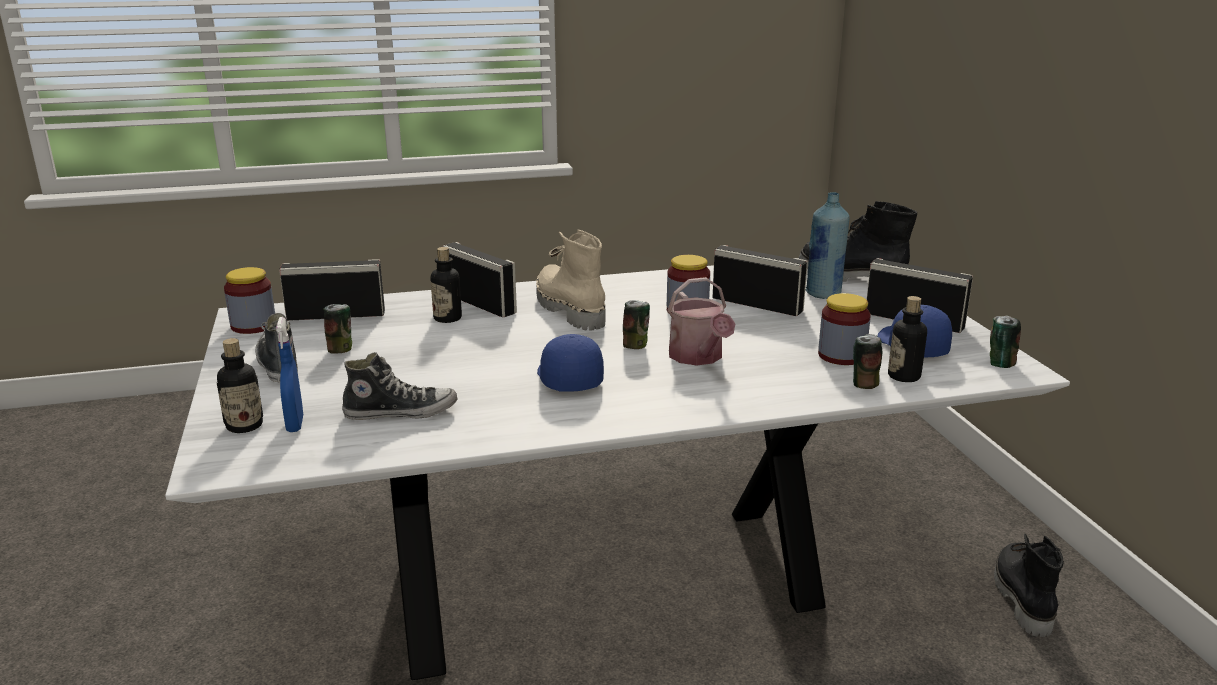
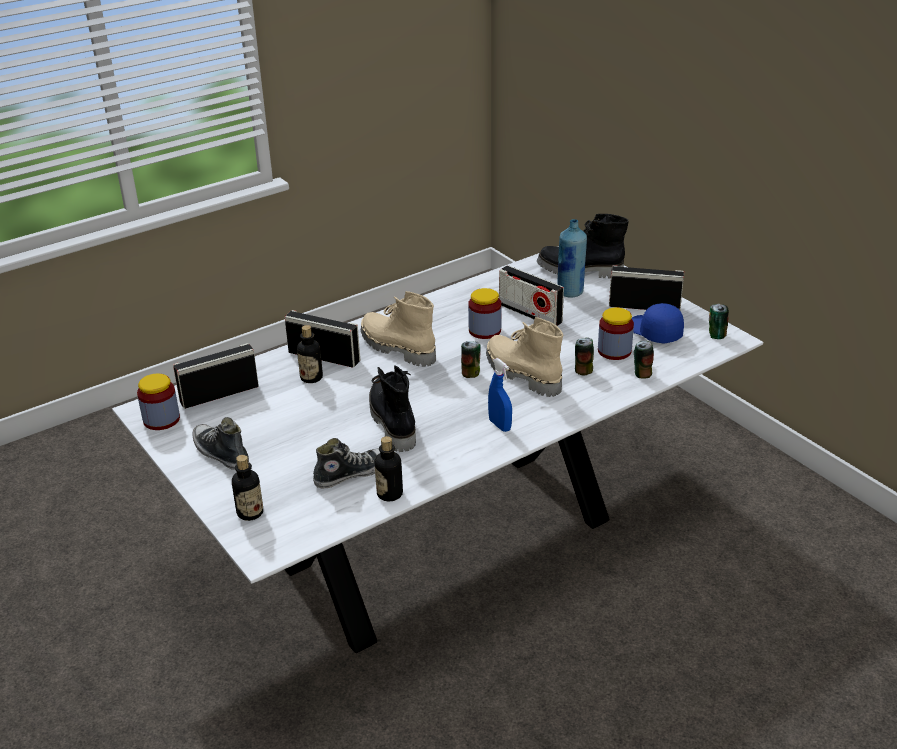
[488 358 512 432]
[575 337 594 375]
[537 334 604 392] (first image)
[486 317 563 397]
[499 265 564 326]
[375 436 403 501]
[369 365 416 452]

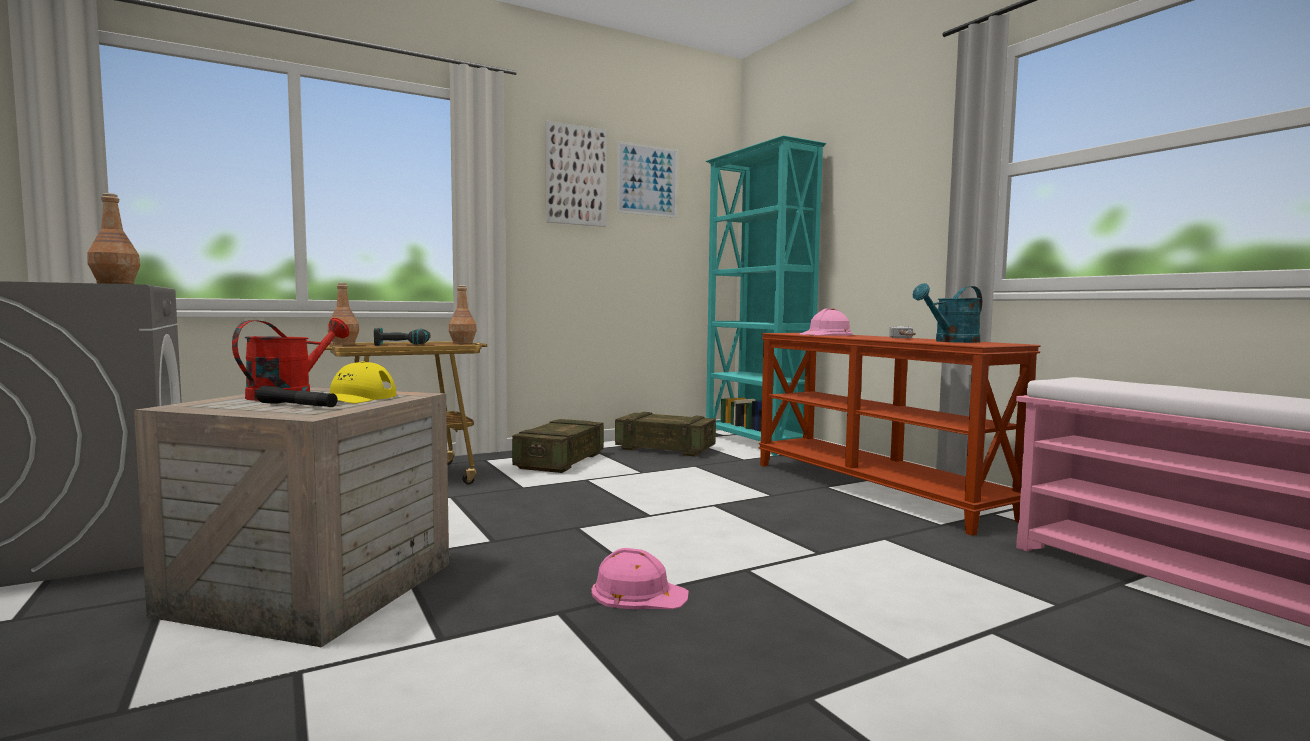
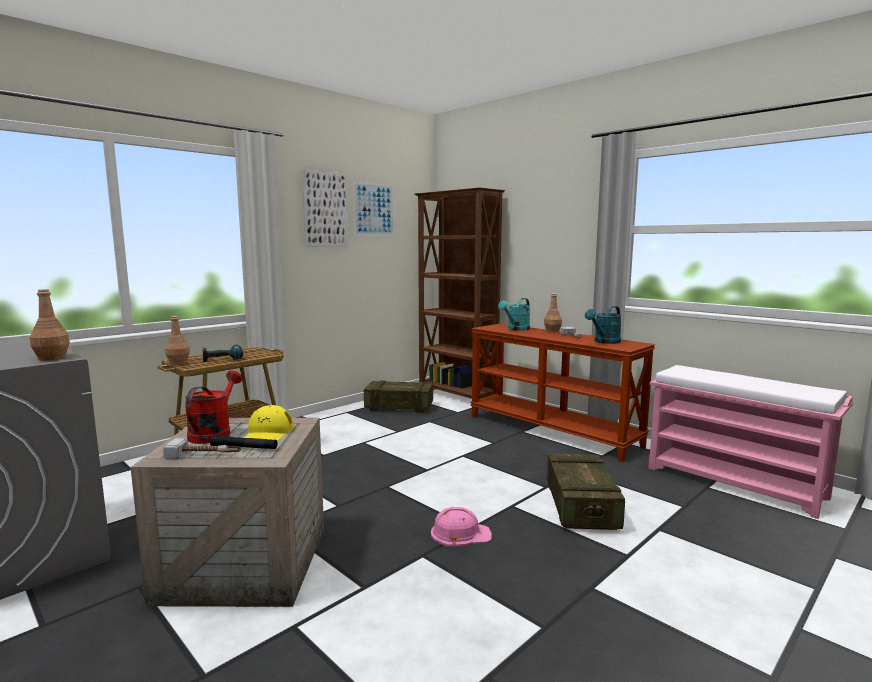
[544 293 562 332]
[547 454 625 530]
[415 187 505 399]
[498 298 530 331]
[163 438 241 459]

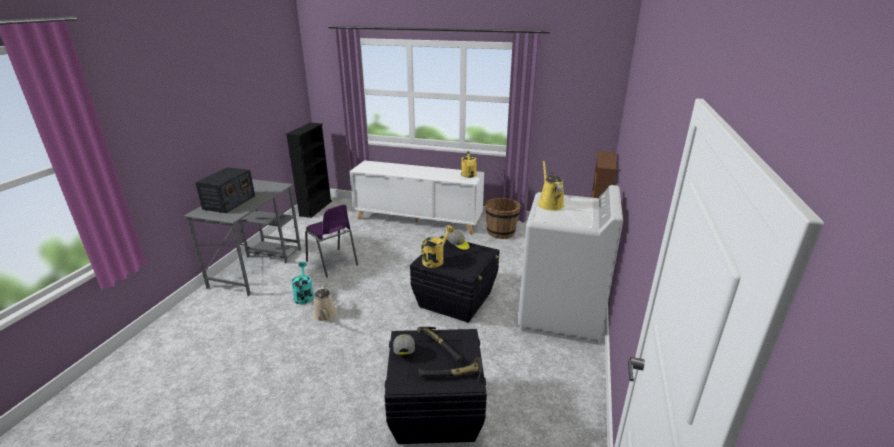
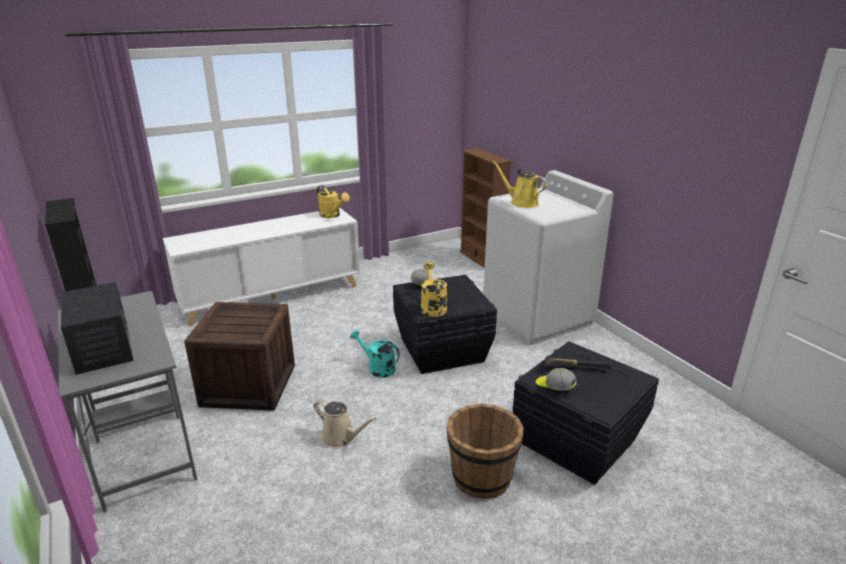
[350 330 400 378]
[184 302 295 411]
[419 357 482 380] (first image)
[446 403 523 499]

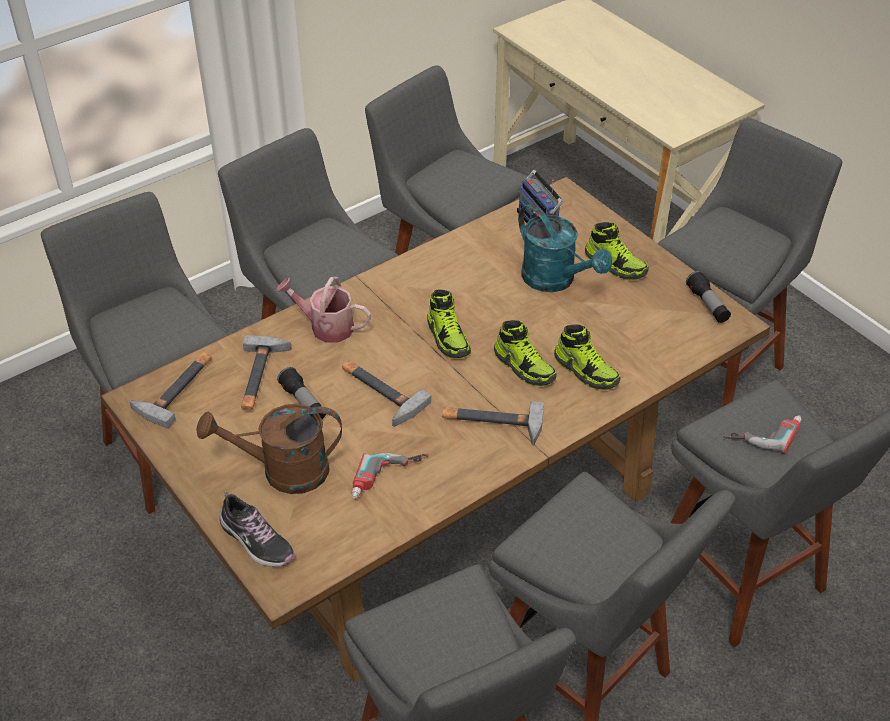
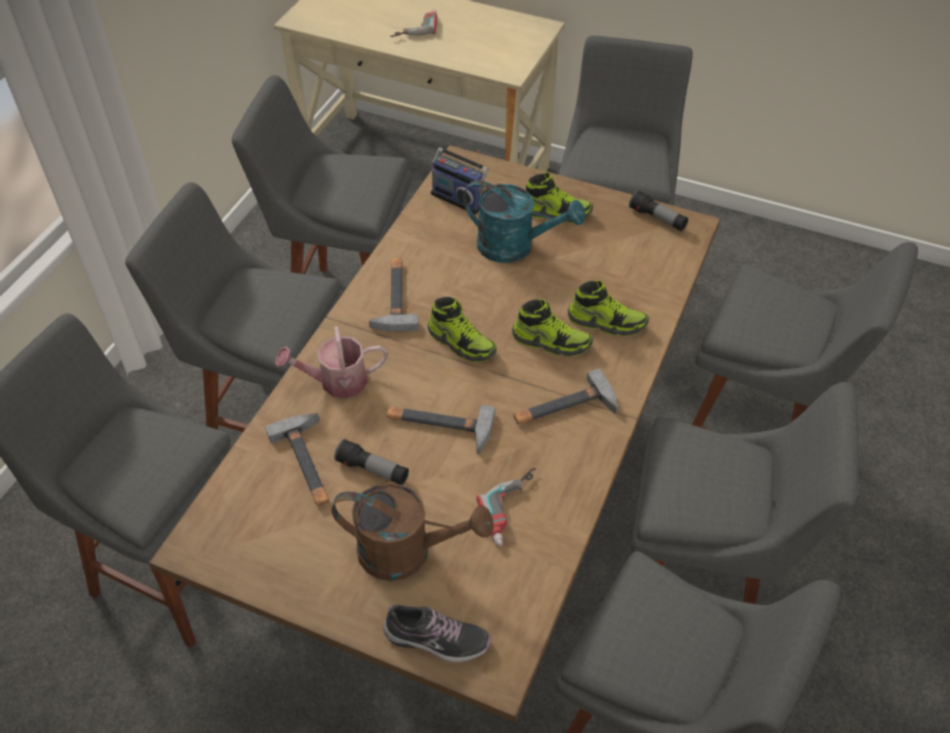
[369 258 419 332]
[332 483 493 581]
[390 10 438 37]

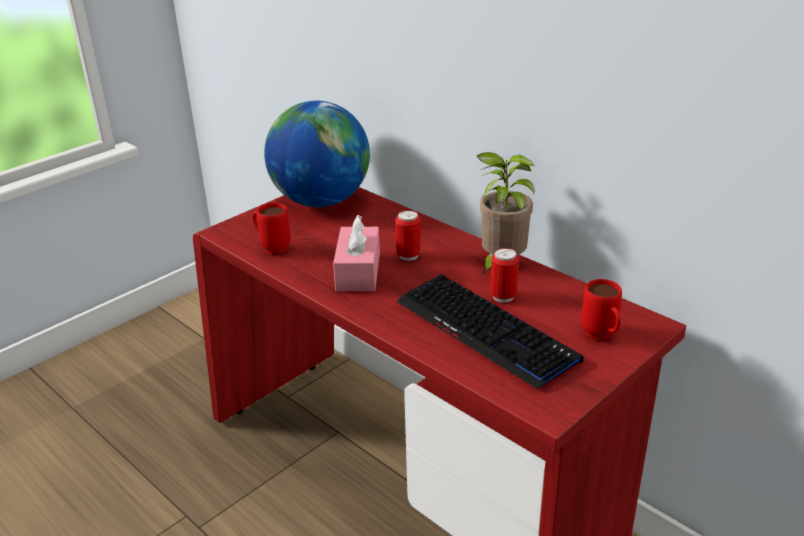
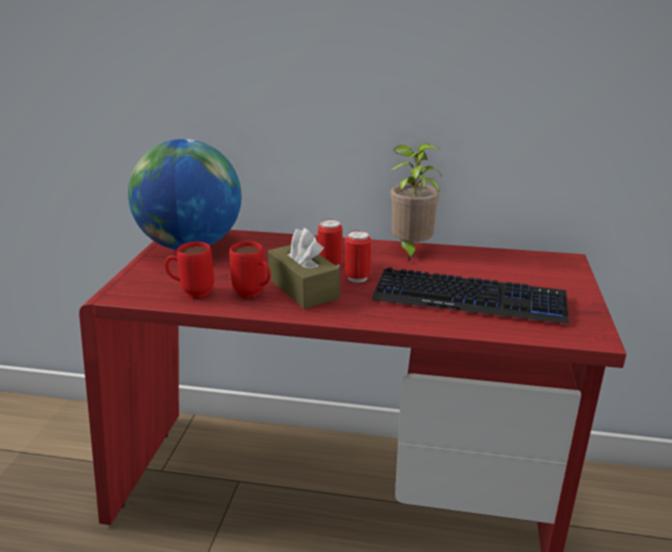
[268 228 340 309]
[345 230 371 283]
[229 241 271 298]

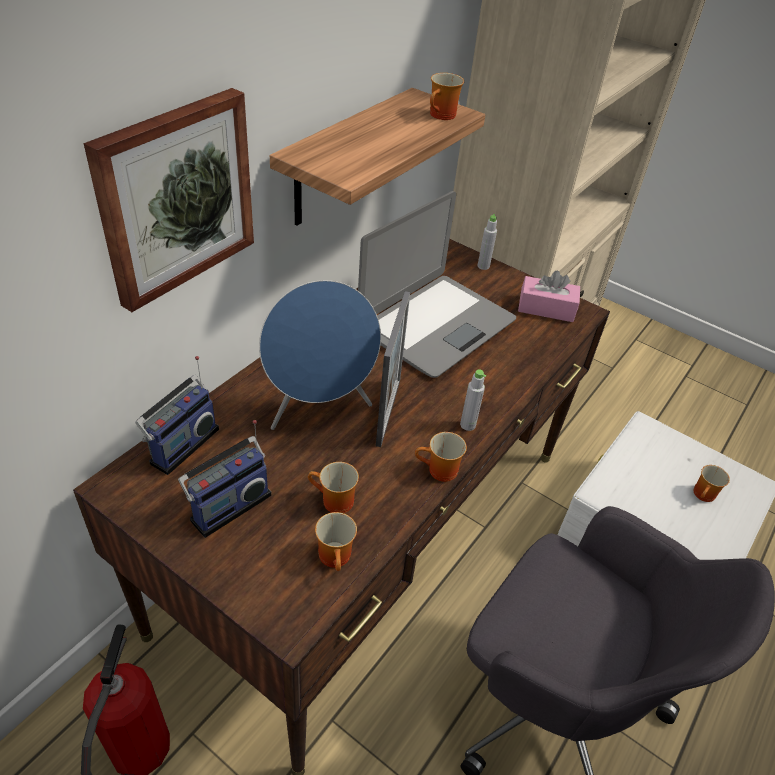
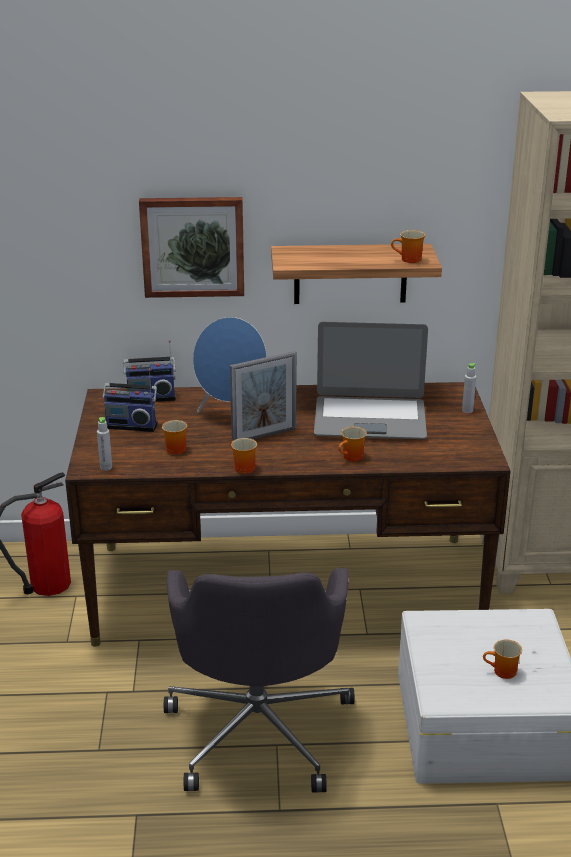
[338 426 367 461]
[97 417 112 471]
[518 270 580 322] (first image)

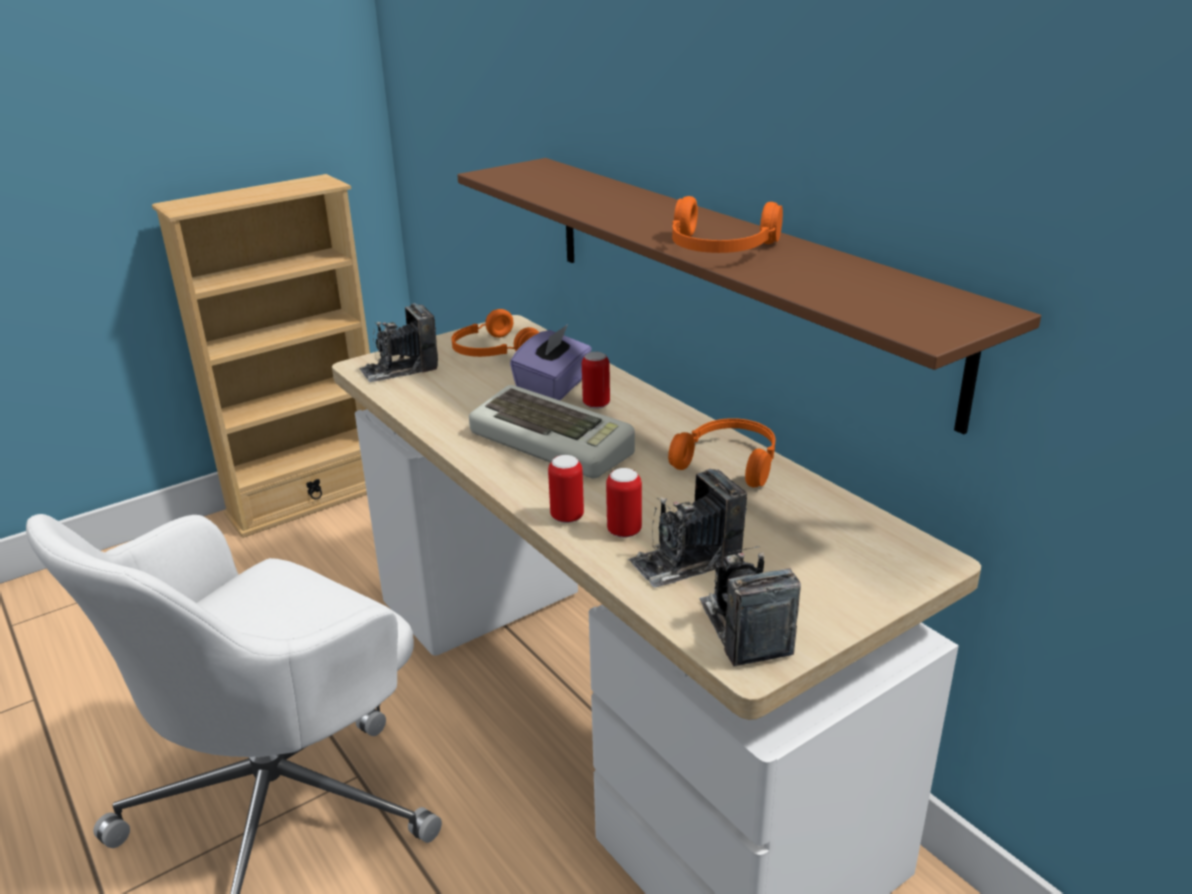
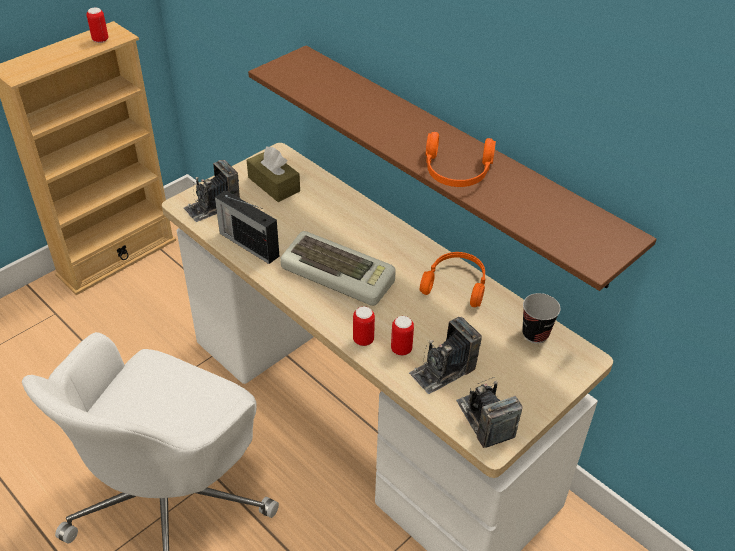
[247 146 300 202]
[510 324 592 400] (first image)
[87 8 108 43]
[215 190 279 264]
[522 293 561 343]

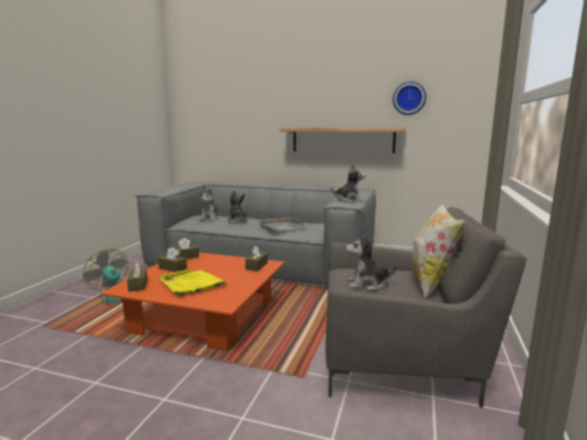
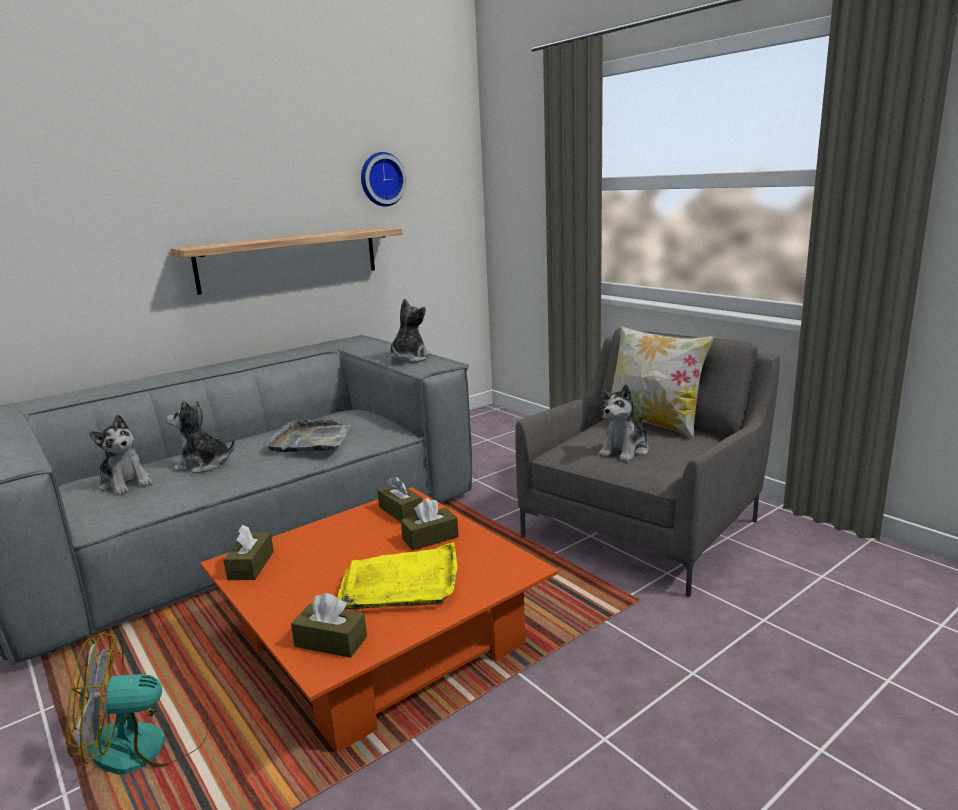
[401 498 459 551]

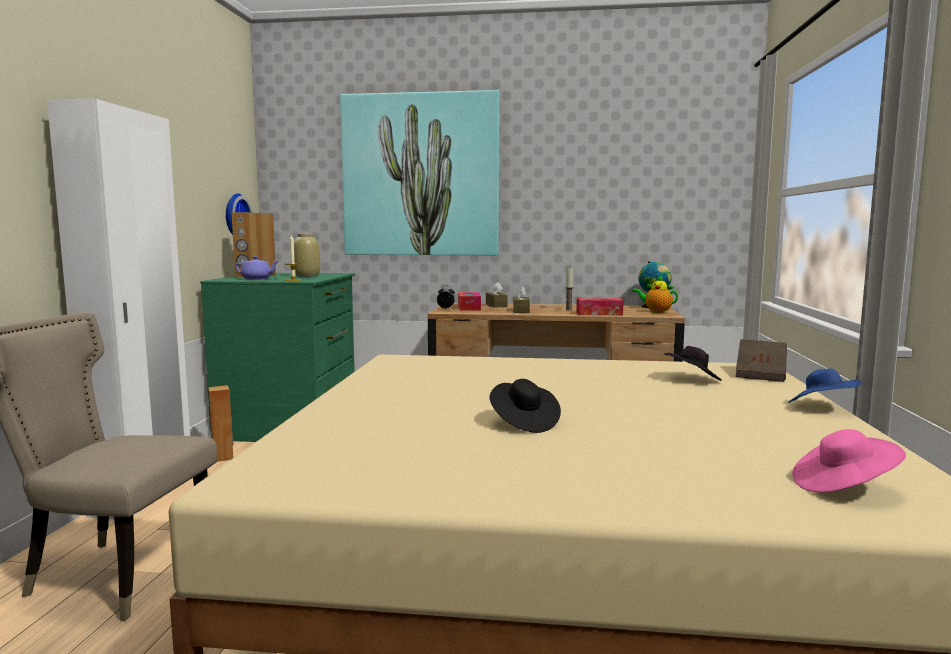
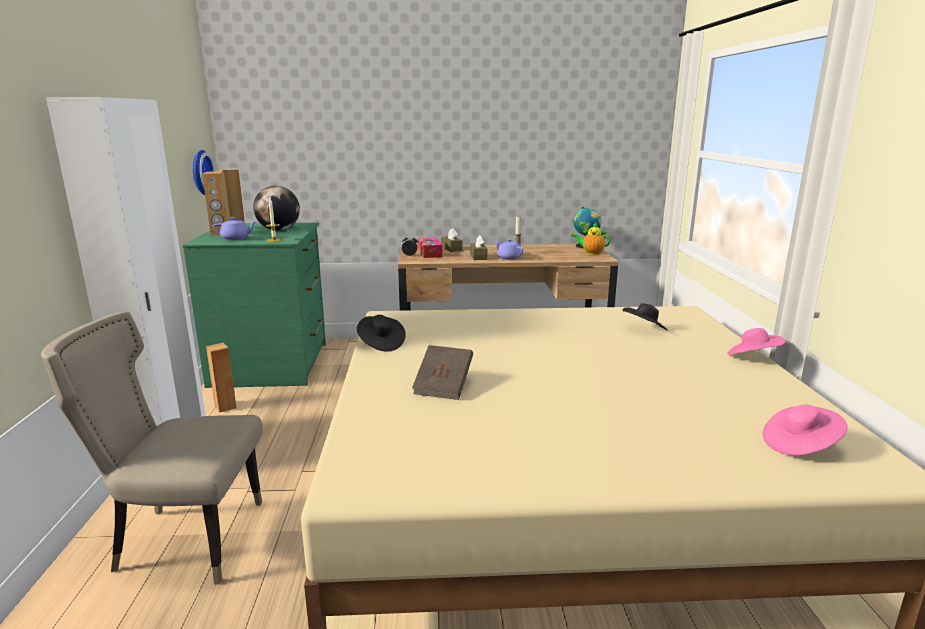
[253 186 300 231]
[340 90 500 256] (first image)
[357 315 406 352]
[576 298 623 315] (first image)
[412 345 473 400]
[727 328 785 355]
[495 239 524 260]

